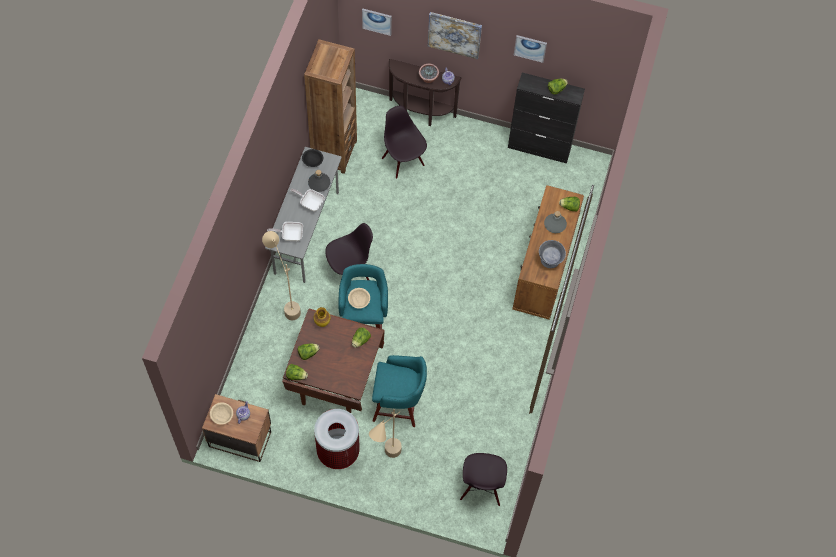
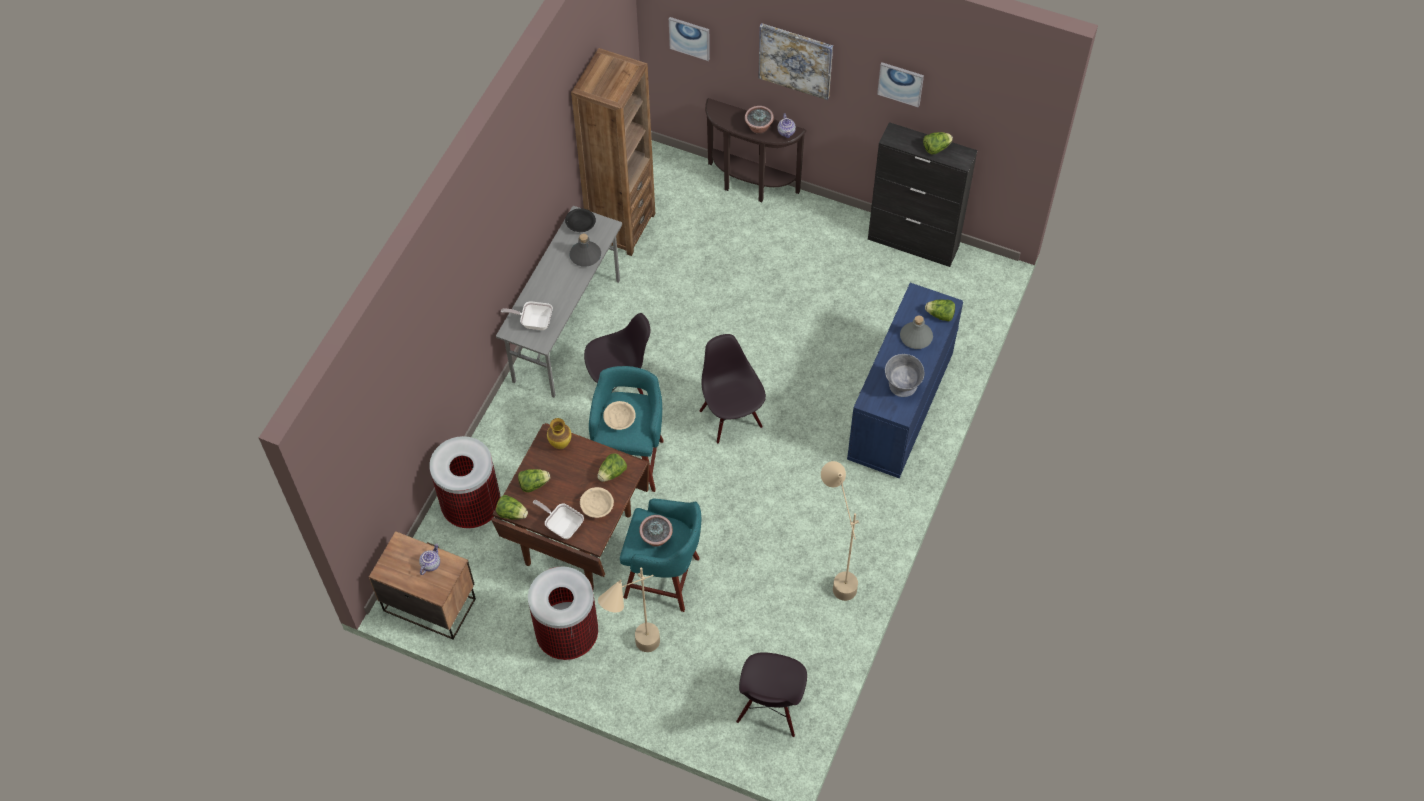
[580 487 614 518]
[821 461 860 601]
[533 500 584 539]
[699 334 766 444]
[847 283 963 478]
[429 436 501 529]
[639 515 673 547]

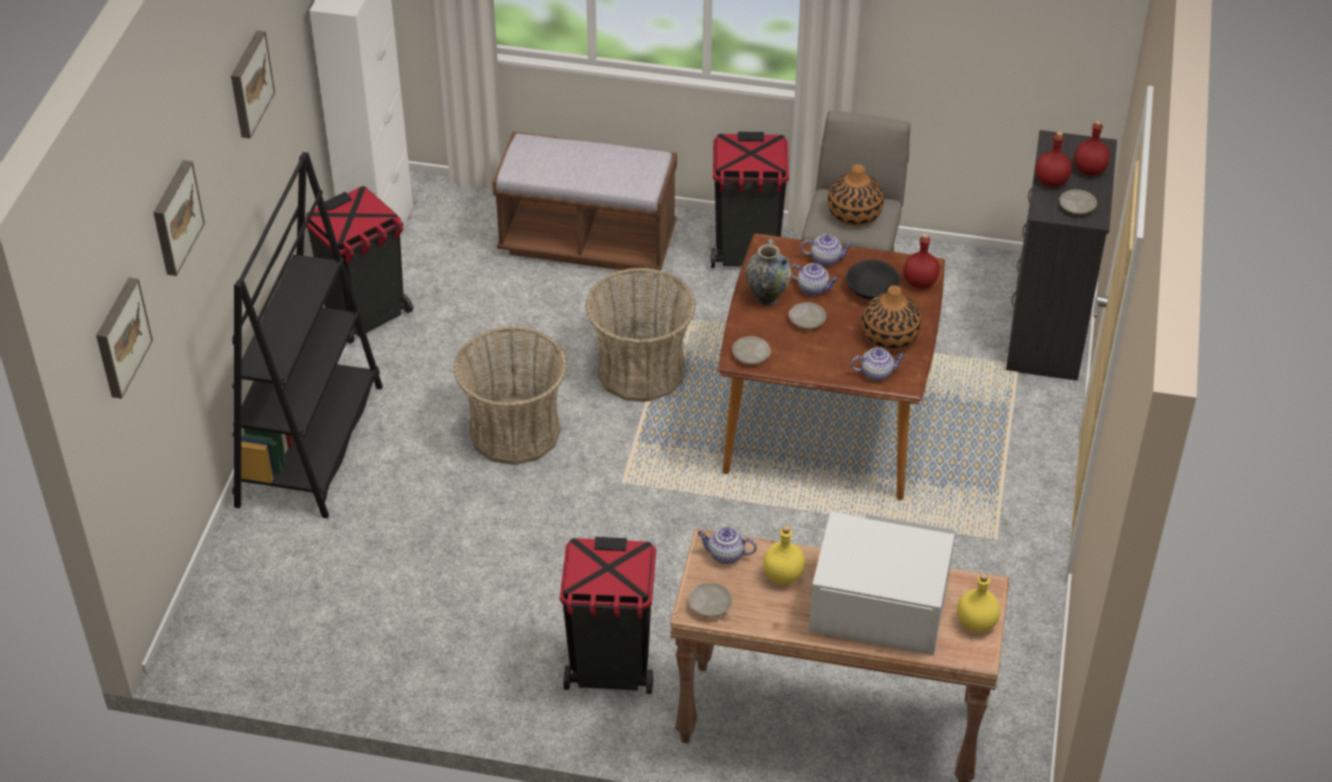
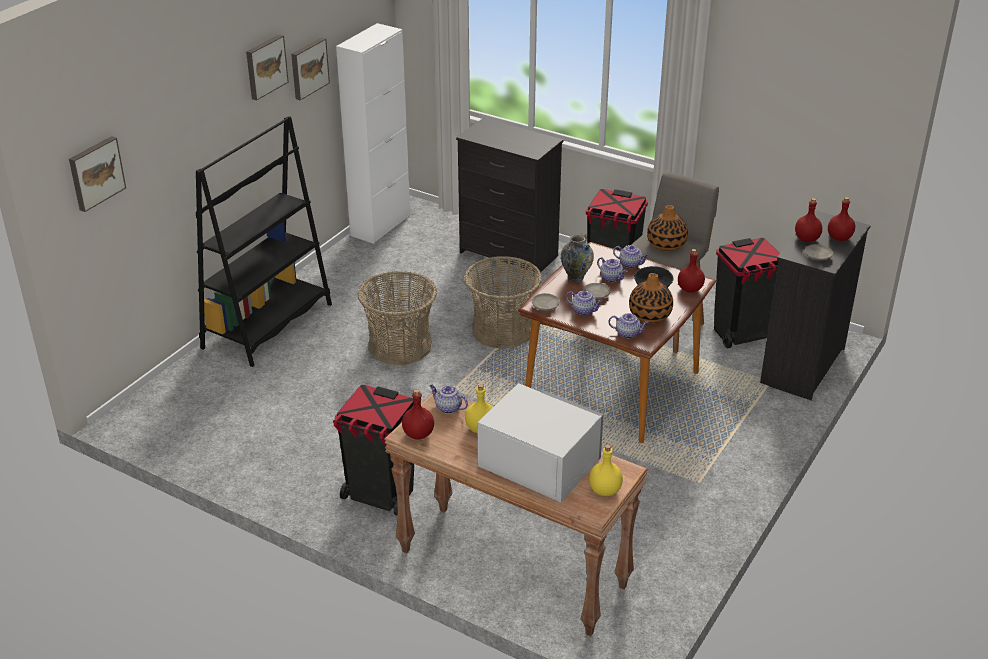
[291 37 330 100]
[714 238 780 348]
[456 118 563 277]
[402 389 434 440]
[566 291 603 315]

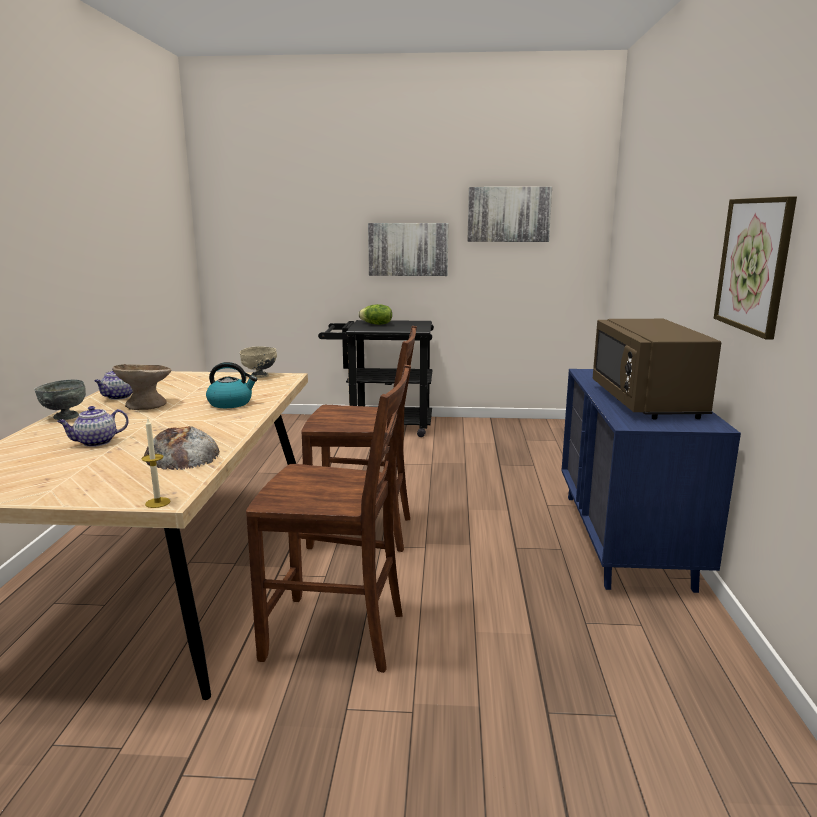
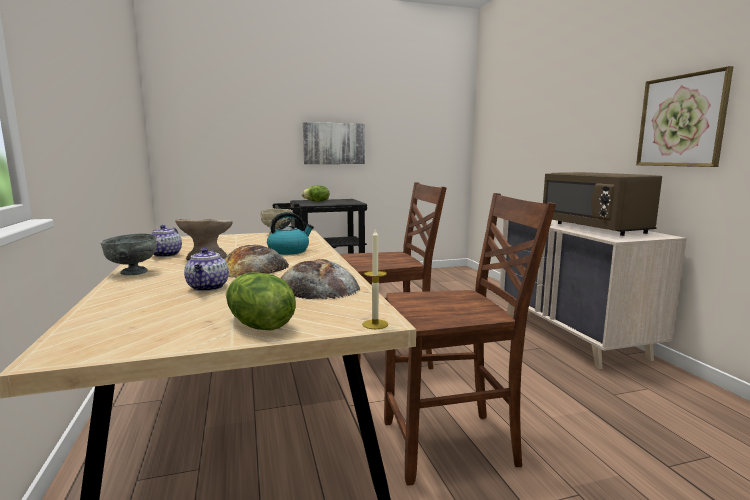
[184 248 229 291]
[467 187 552 242] (first image)
[500 219 687 370]
[224 245 289 278]
[226 272 296 330]

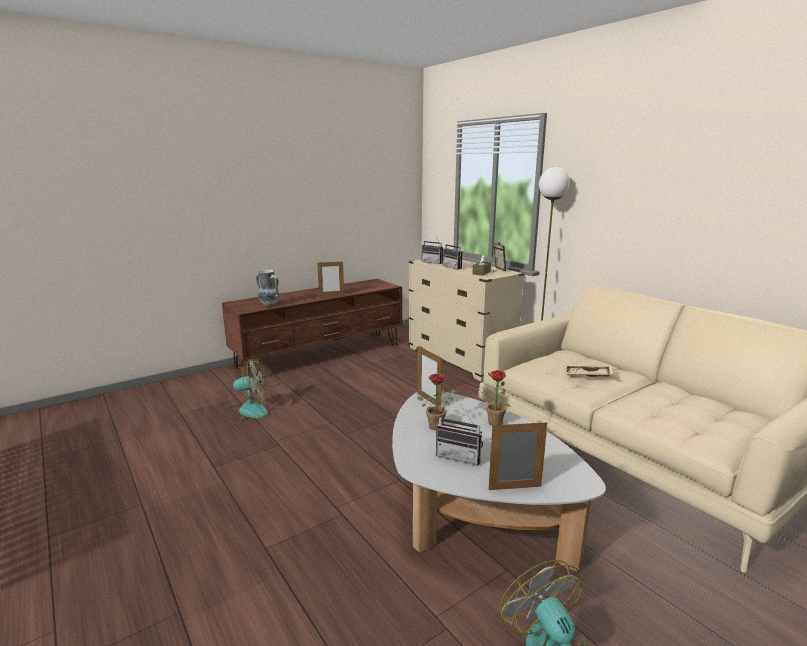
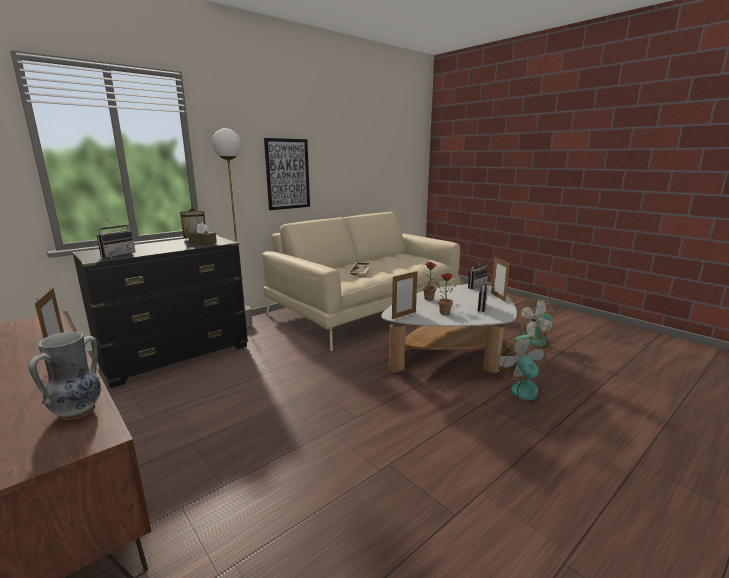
[498 337 563 411]
[72 235 248 388]
[468 259 488 289]
[264 138 310 210]

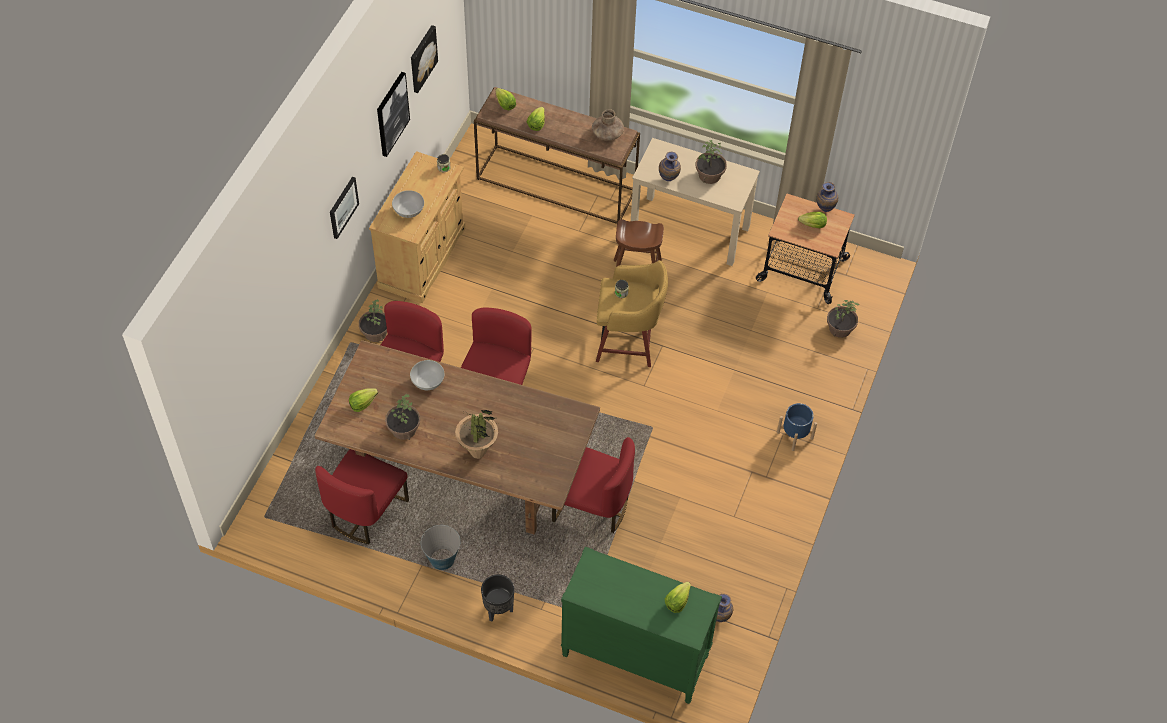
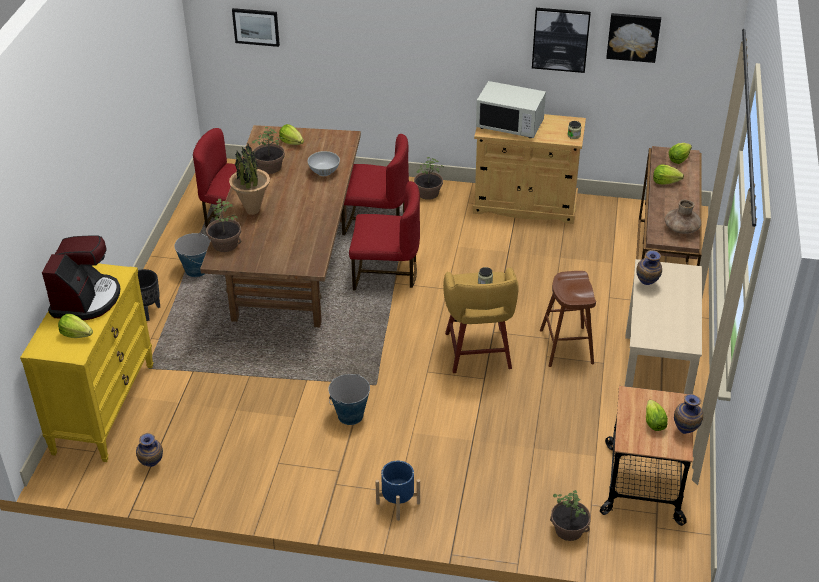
[232 8 280 47]
[476 81 546 138]
[552 437 635 533] (first image)
[20 263 154 462]
[206 199 241 252]
[42 235 121 321]
[328 374 370 425]

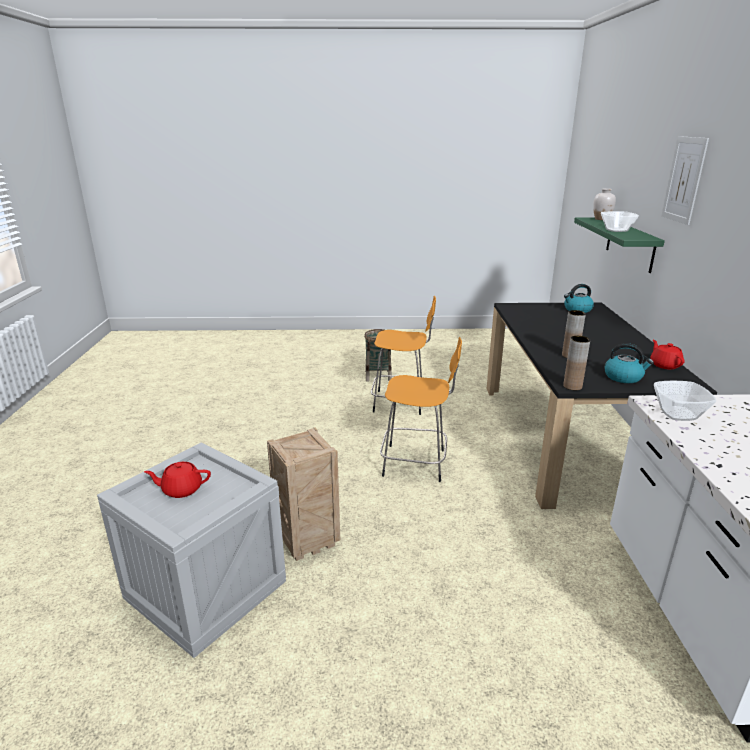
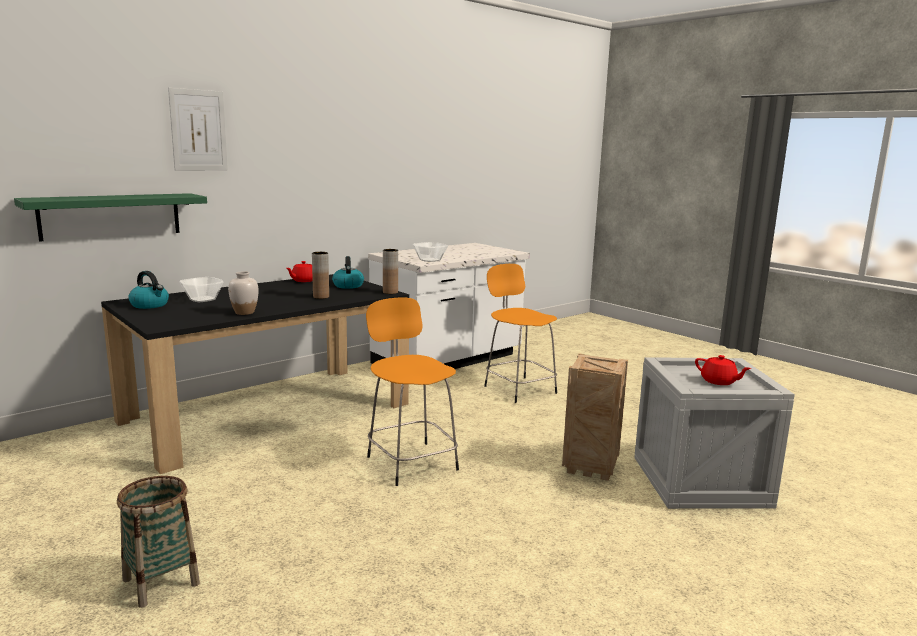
[484 264 557 403]
[228 271 259 315]
[179 277 223 302]

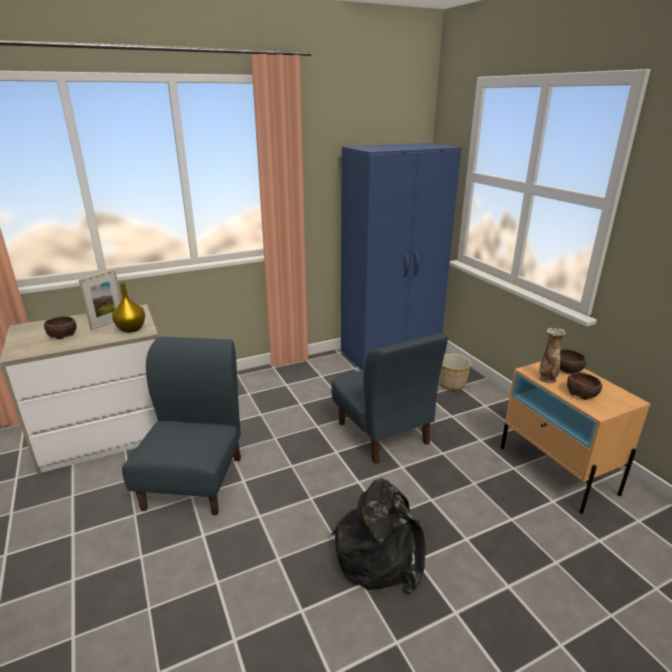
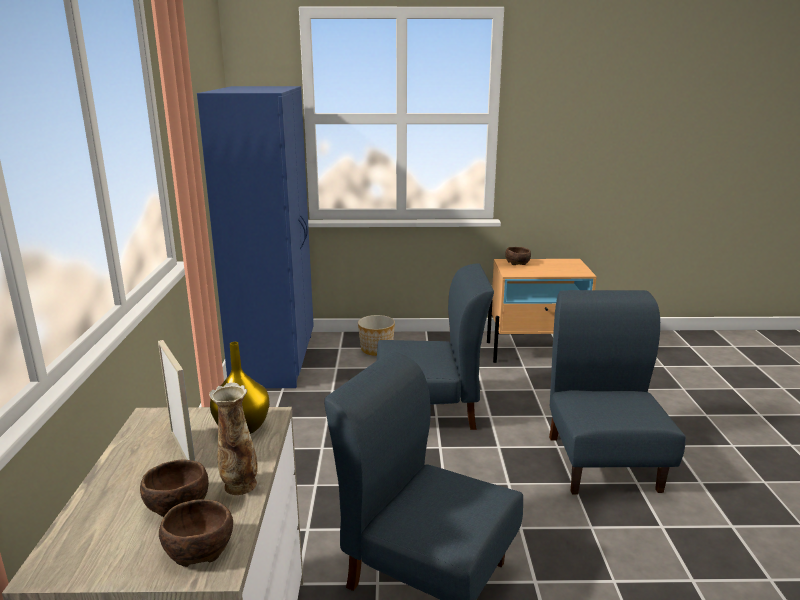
[549 290 686 495]
[209 383 258 495]
[159 499 233 567]

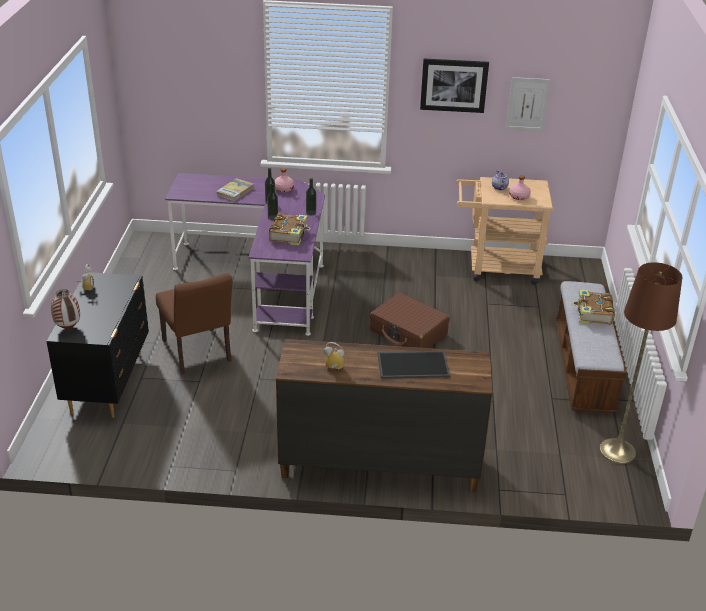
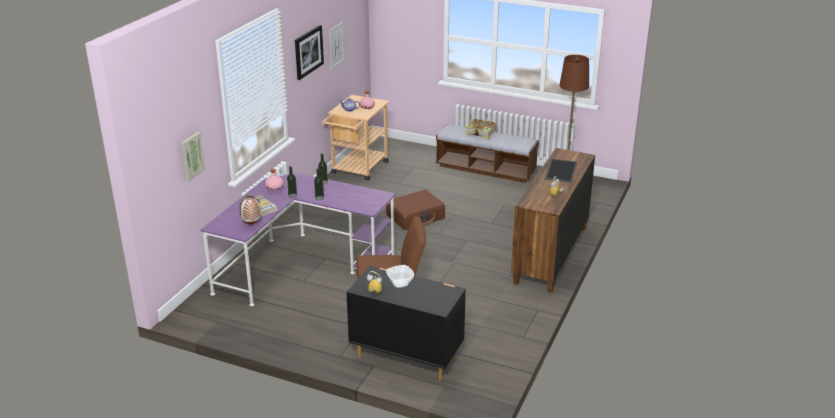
[239 194 261 224]
[269 213 310 246] (first image)
[180 132 205 181]
[386 265 414 288]

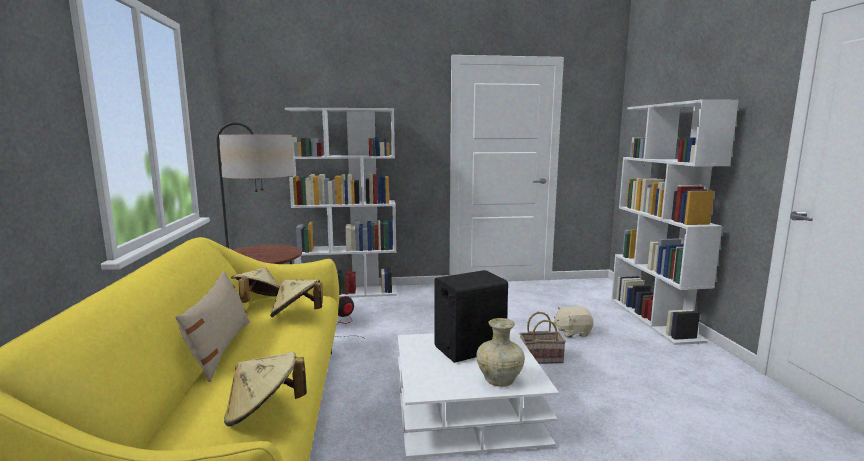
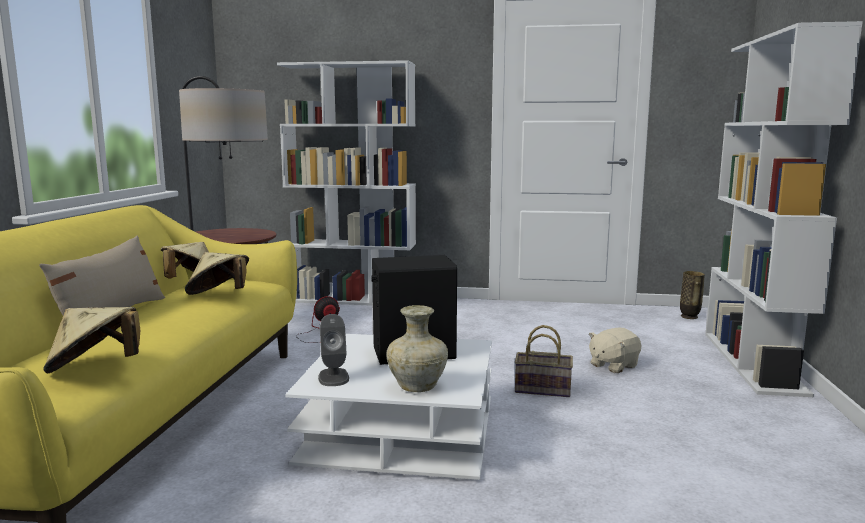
[589 328 642 373]
[318 314 349 386]
[680 271 705 319]

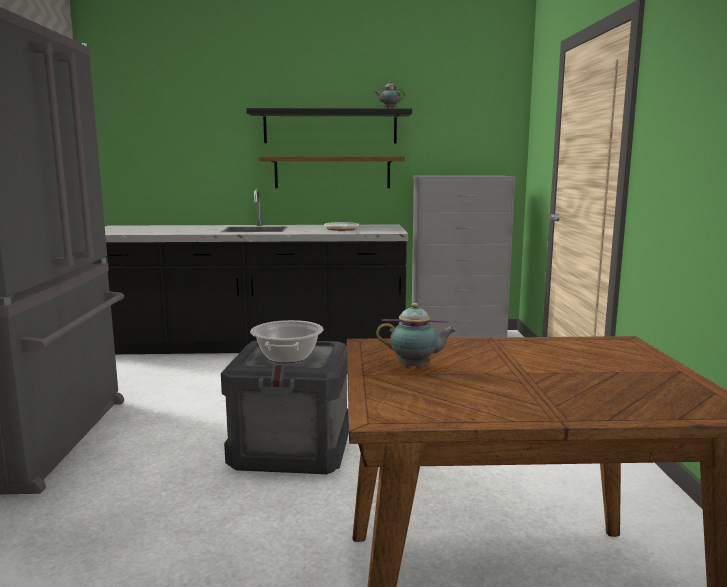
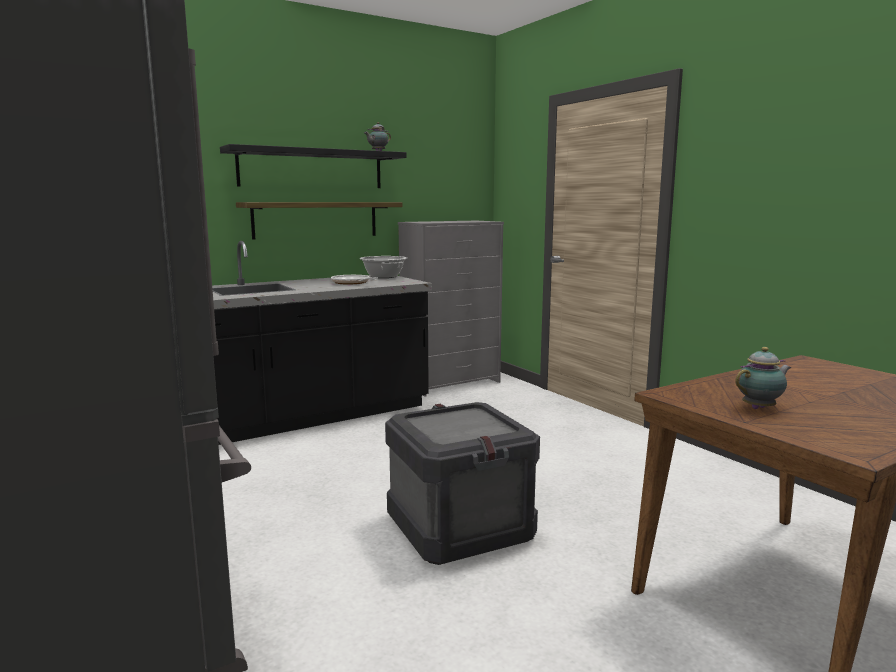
[360 256 407 278]

